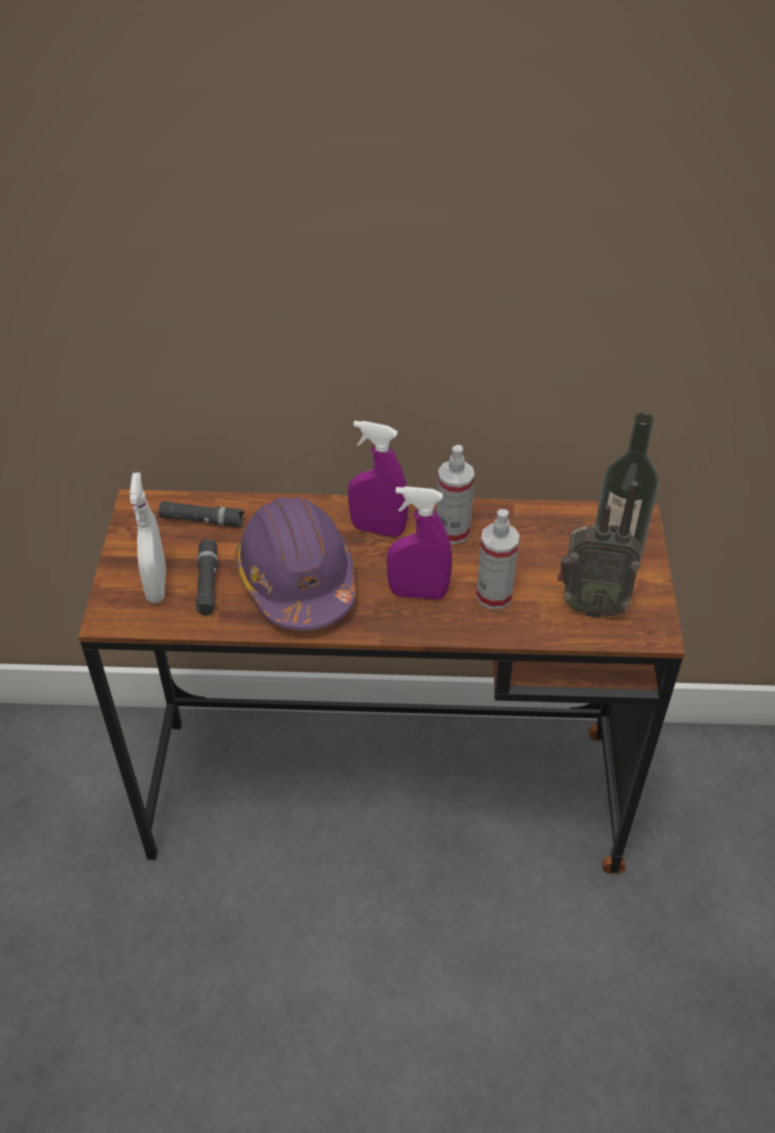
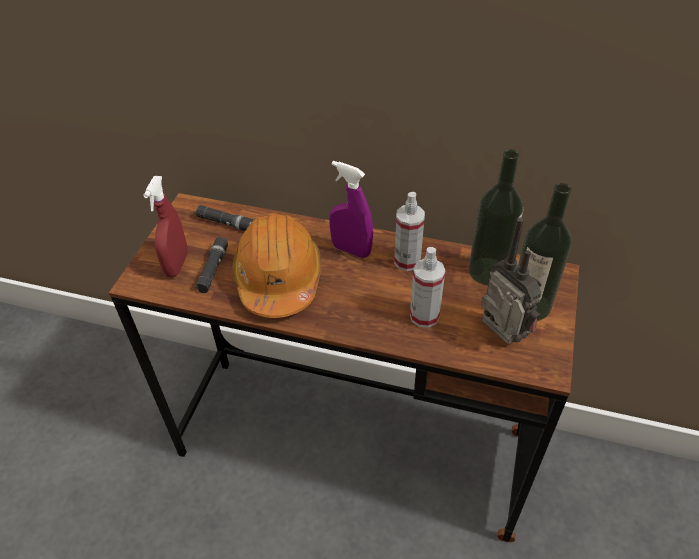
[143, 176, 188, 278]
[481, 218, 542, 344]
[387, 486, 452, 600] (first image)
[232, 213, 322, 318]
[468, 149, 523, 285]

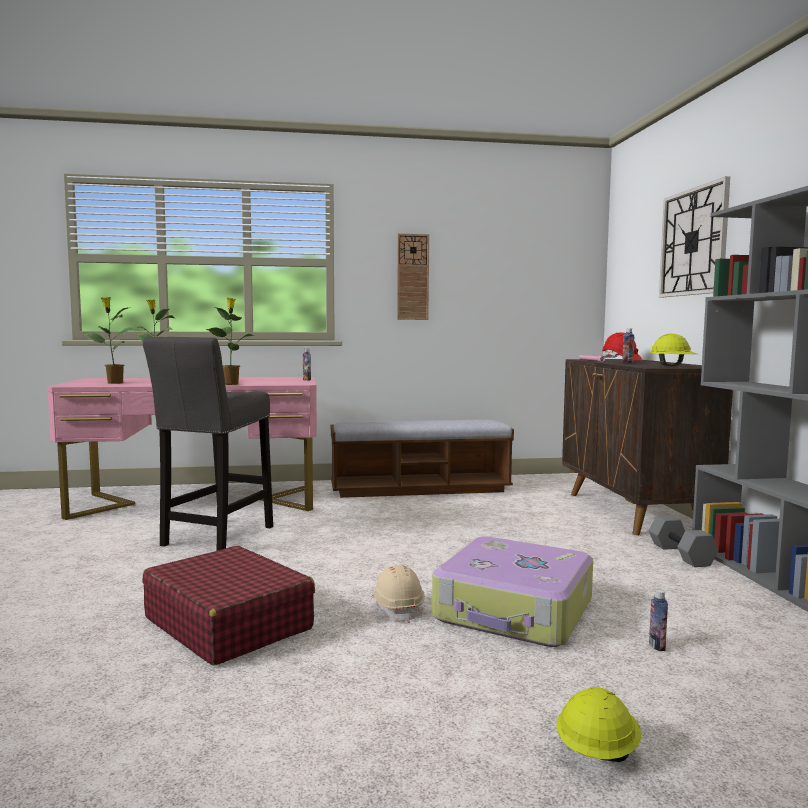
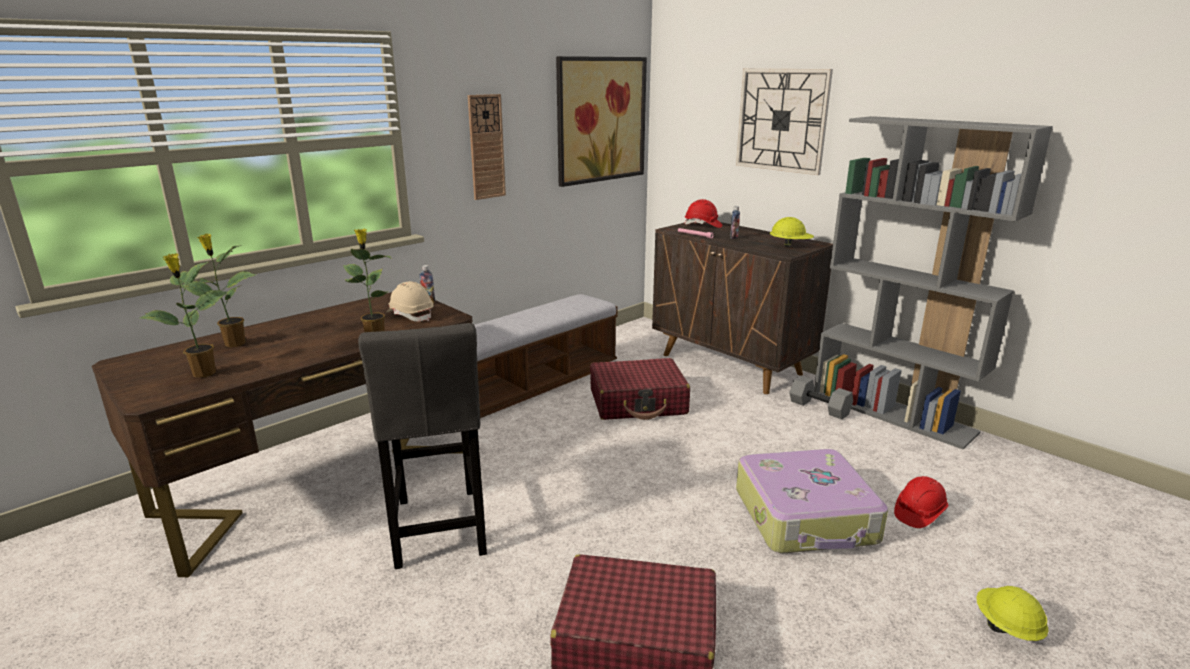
[92, 292, 472, 577]
[386, 281, 433, 322]
[894, 476, 948, 528]
[556, 56, 647, 187]
[590, 358, 690, 420]

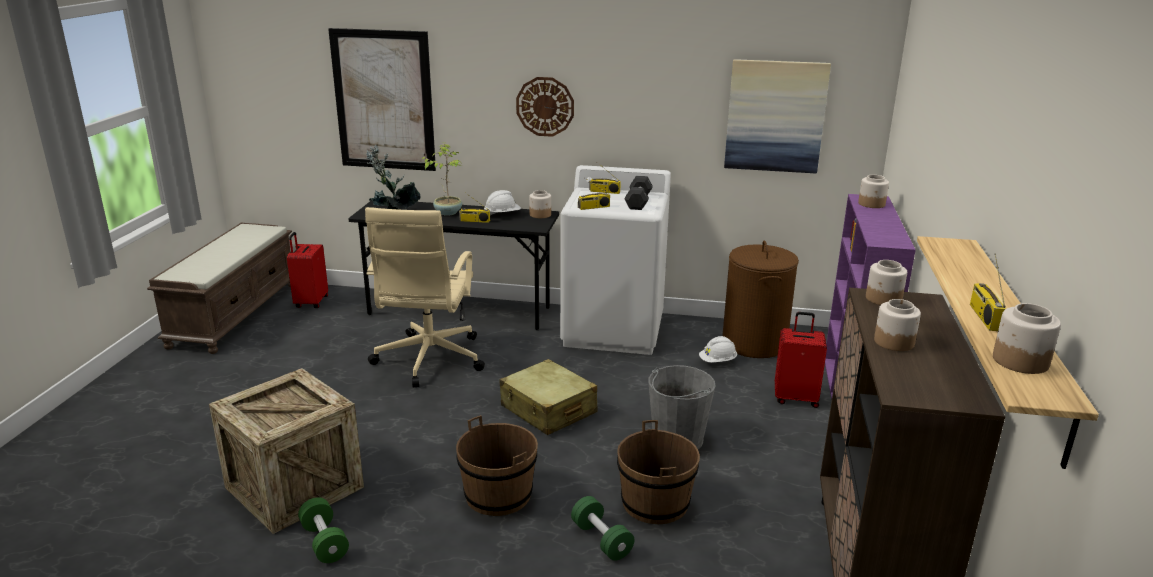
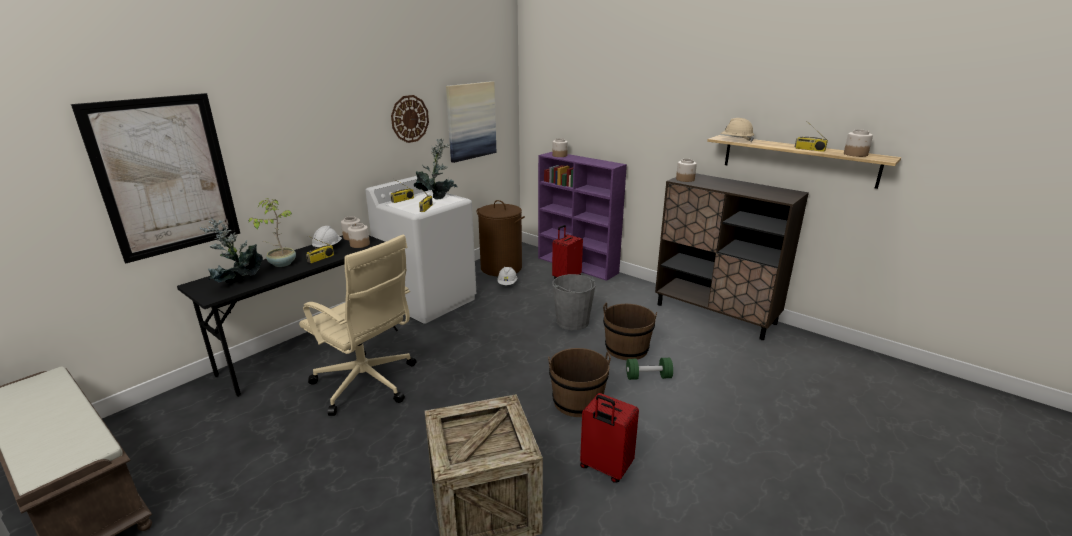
[391, 95, 429, 143]
[414, 139, 457, 199]
[580, 393, 639, 483]
[348, 223, 370, 248]
[500, 359, 597, 435] (first image)
[298, 497, 349, 563] (first image)
[720, 118, 754, 142]

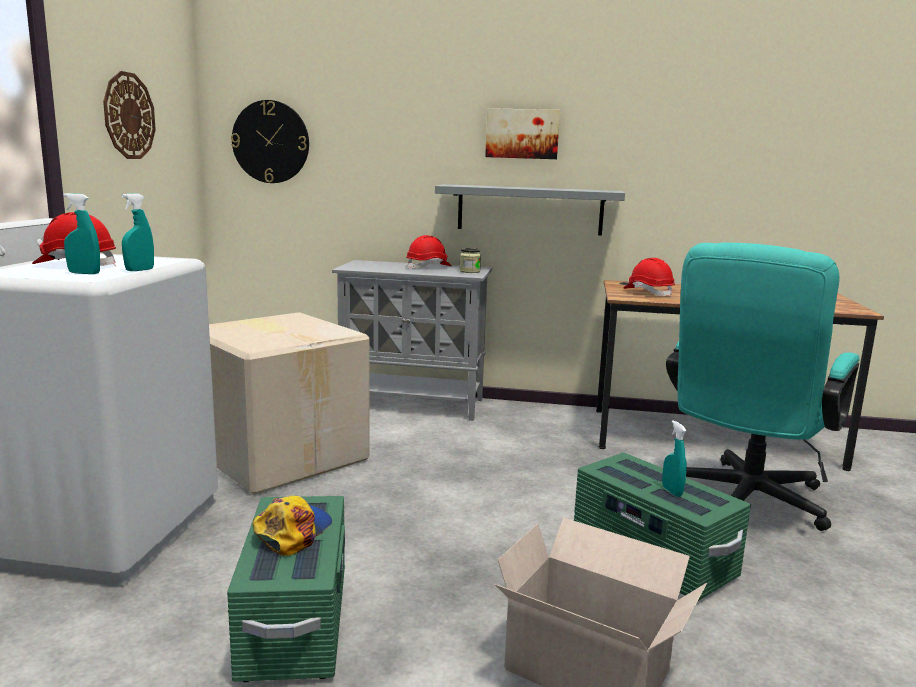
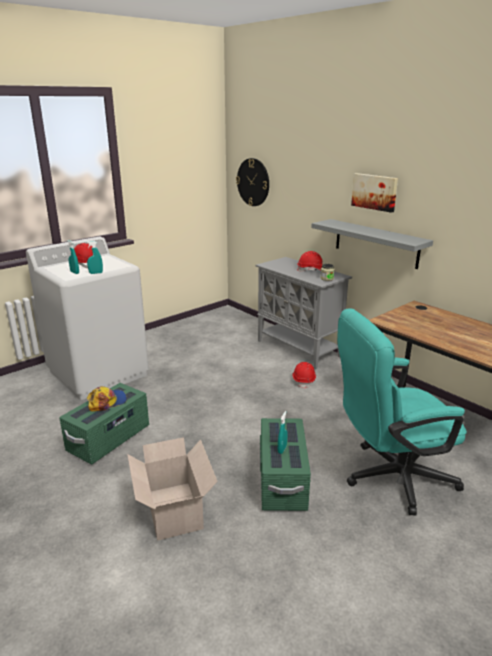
[103, 71, 156, 159] (first image)
[293, 362, 316, 389]
[209, 312, 370, 495] (first image)

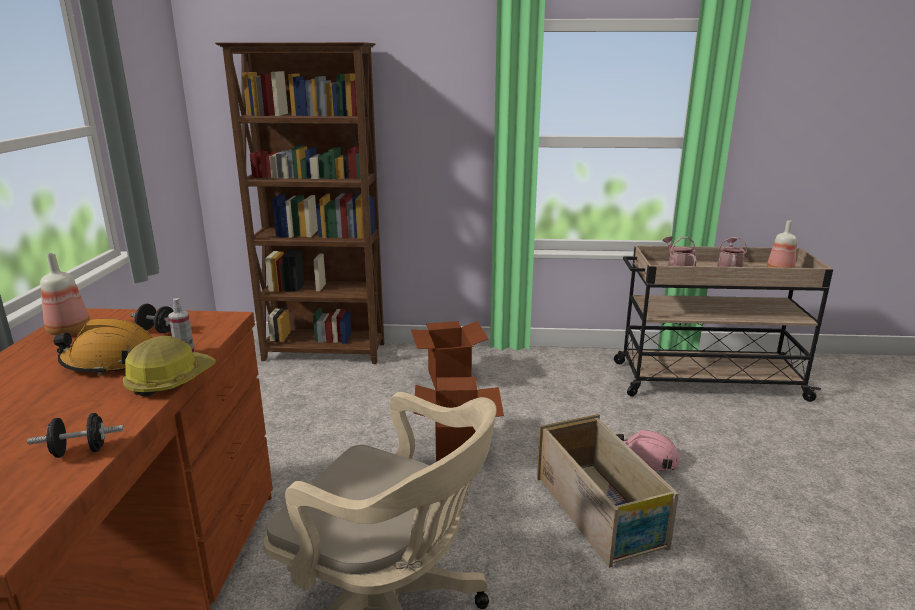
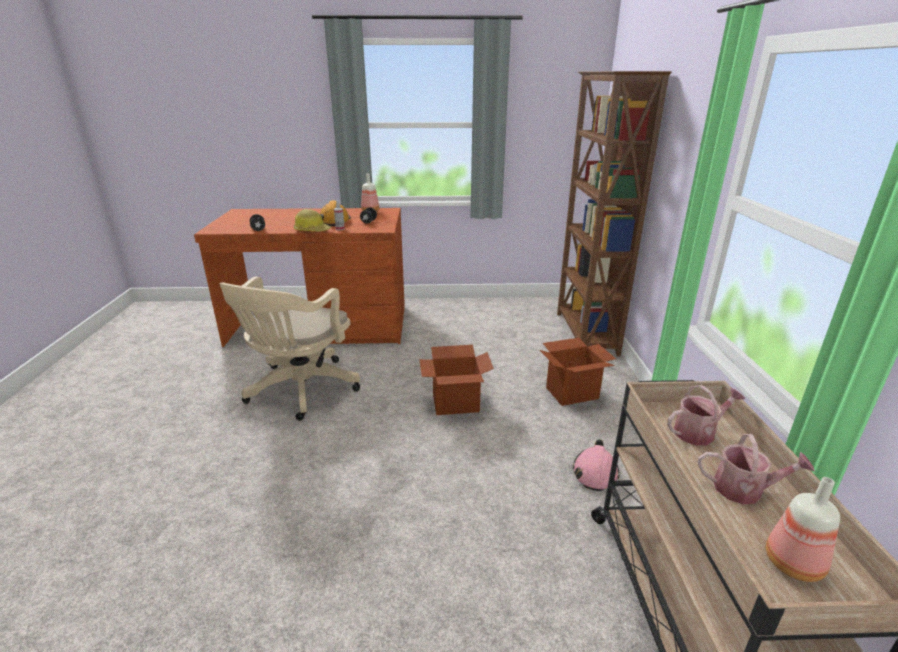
[537, 414, 679, 568] (first image)
[572, 439, 620, 491]

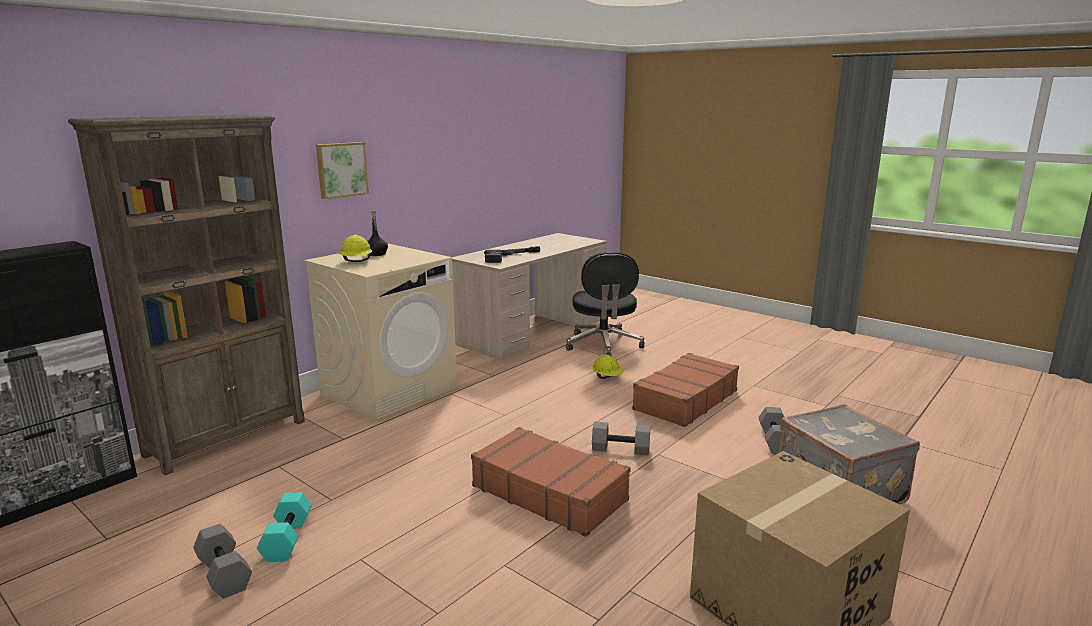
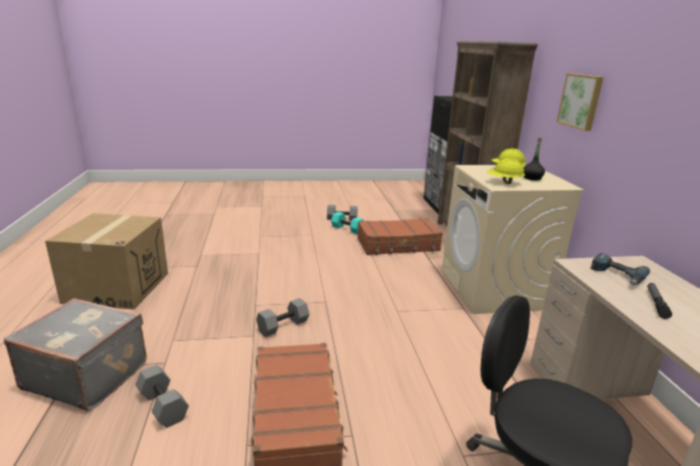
[487, 158, 525, 184]
[357, 218, 443, 255]

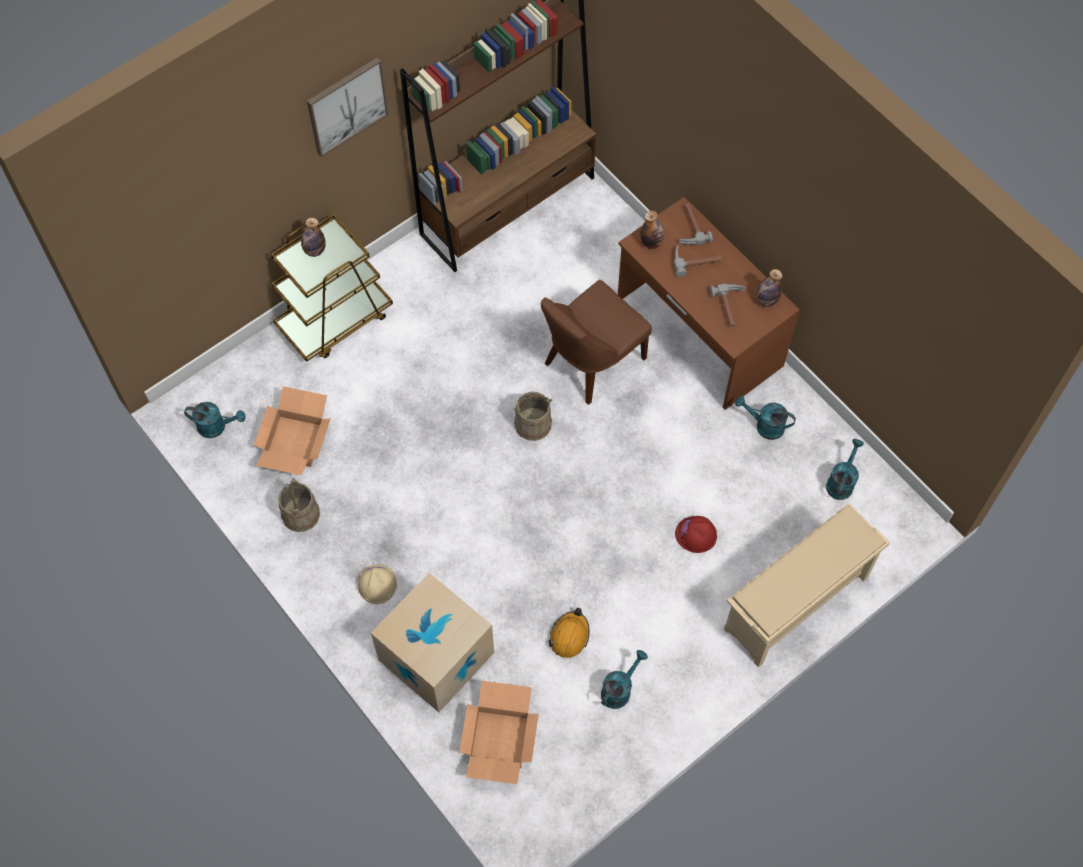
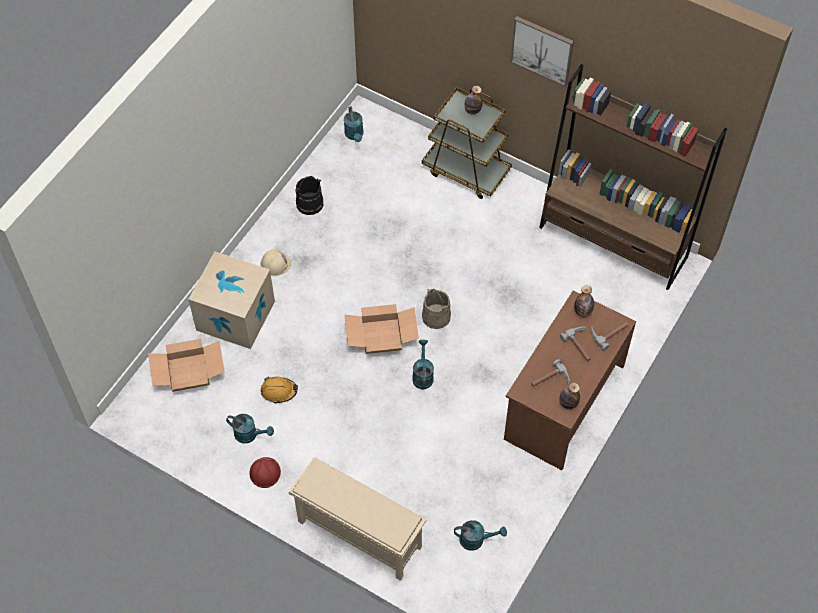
[541, 280, 652, 405] (first image)
[345, 304, 419, 354]
[412, 340, 434, 389]
[295, 176, 323, 215]
[249, 457, 281, 488]

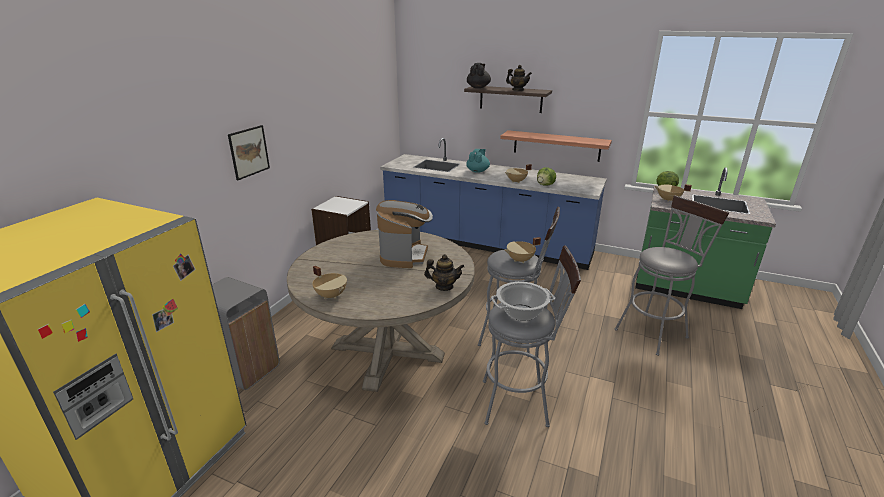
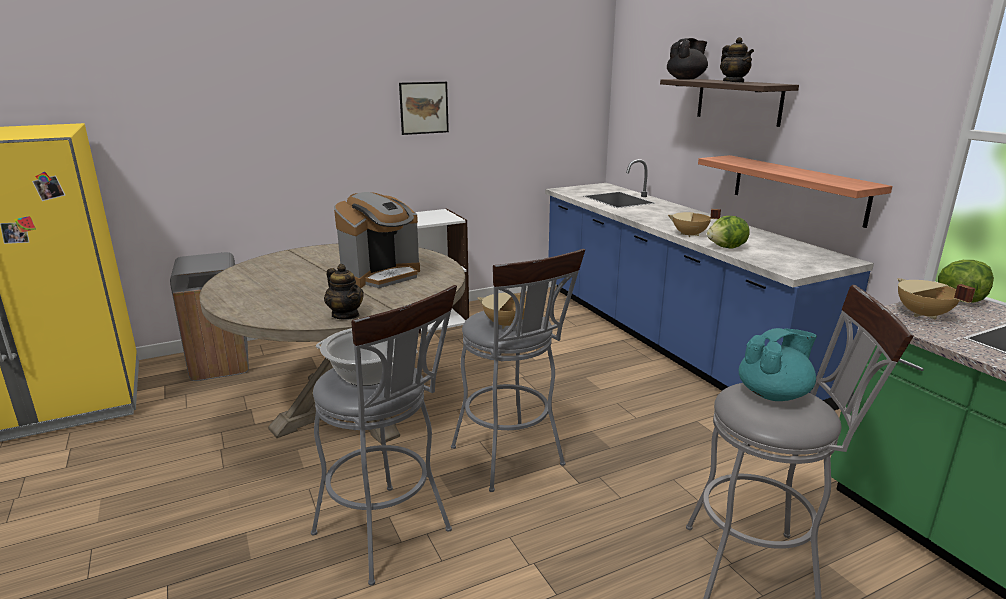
[399, 82, 449, 135]
[739, 328, 817, 401]
[312, 266, 347, 299] (first image)

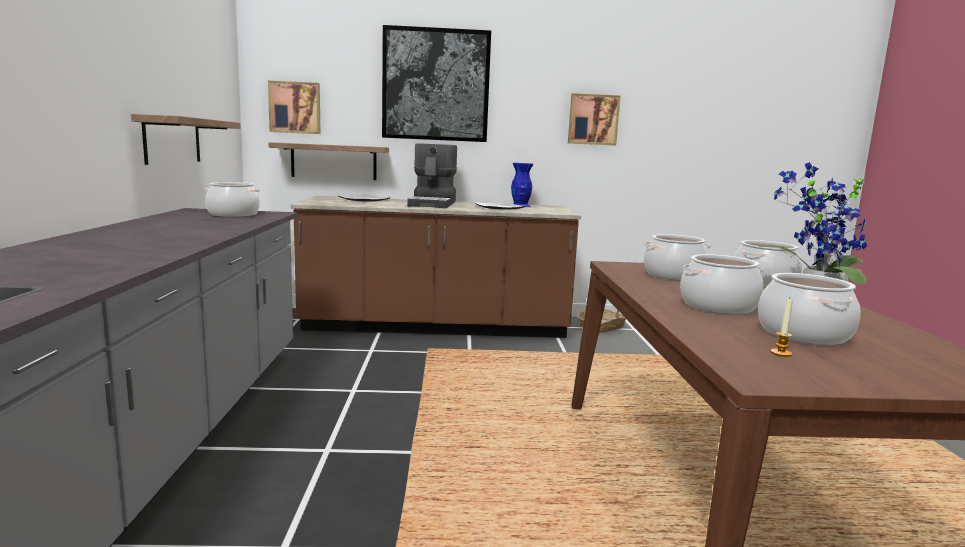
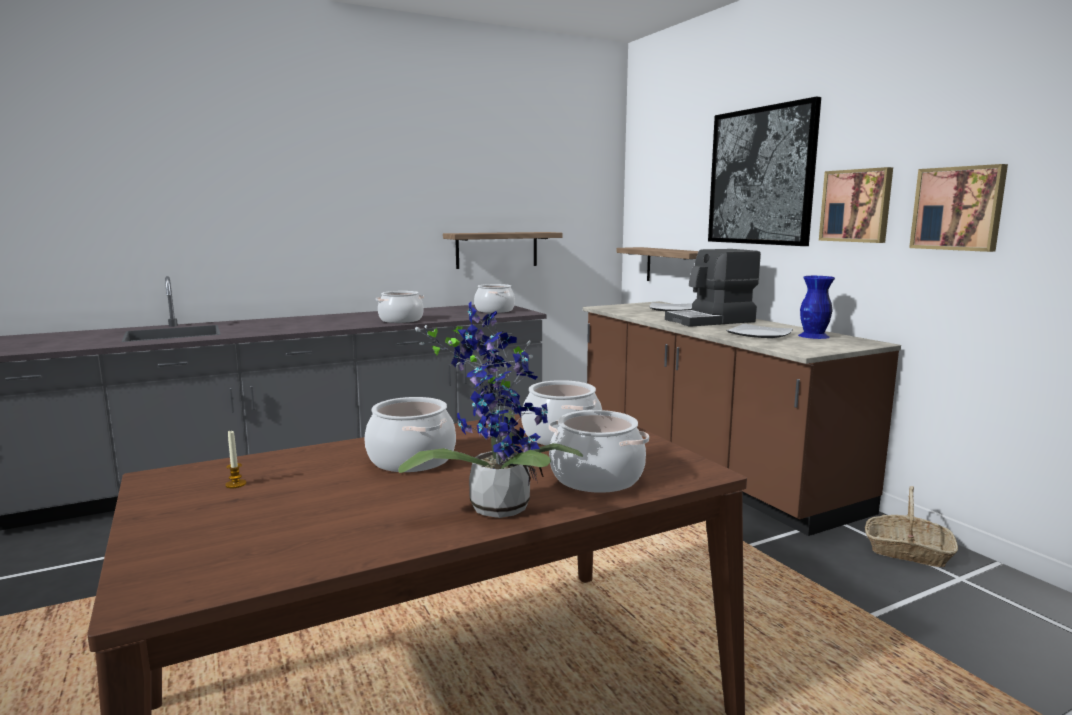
[819, 167, 893, 243]
[376, 291, 424, 323]

